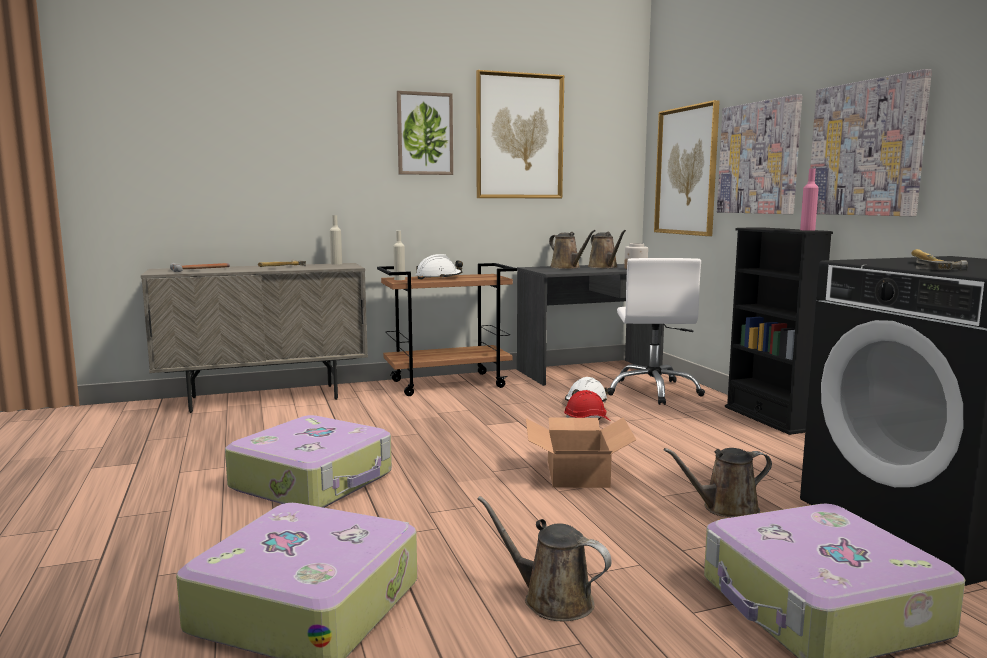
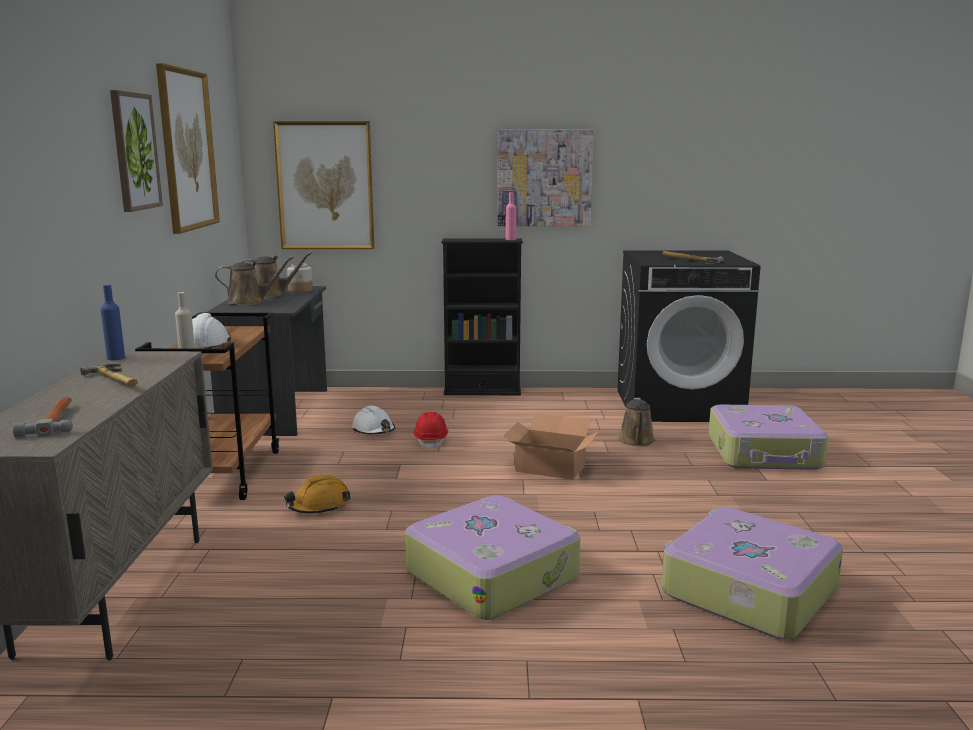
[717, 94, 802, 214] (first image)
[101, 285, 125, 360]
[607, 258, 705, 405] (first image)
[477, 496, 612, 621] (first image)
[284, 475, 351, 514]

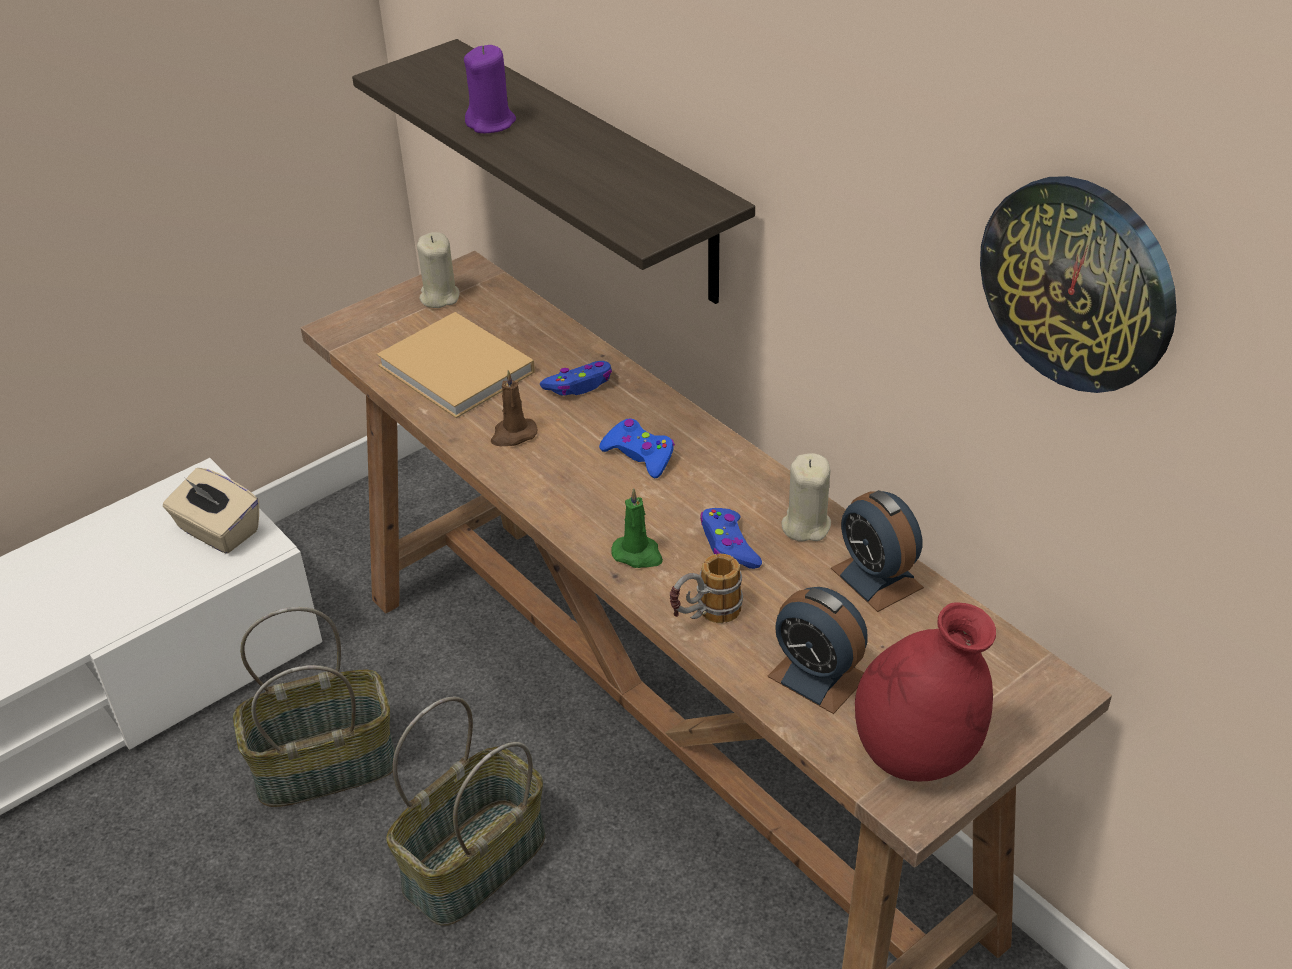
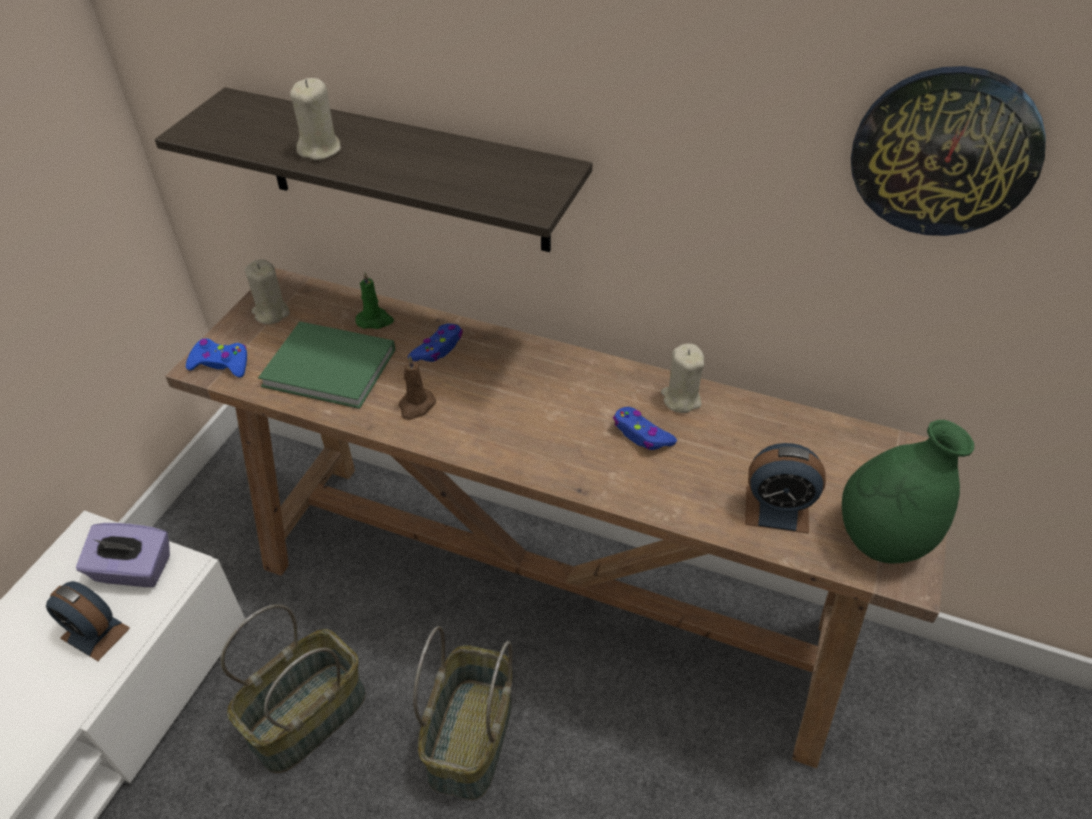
[290, 78, 341, 160]
[258, 322, 395, 409]
[186, 338, 247, 377]
[76, 523, 170, 587]
[355, 272, 394, 329]
[46, 581, 130, 661]
[670, 554, 743, 623] (first image)
[842, 420, 974, 564]

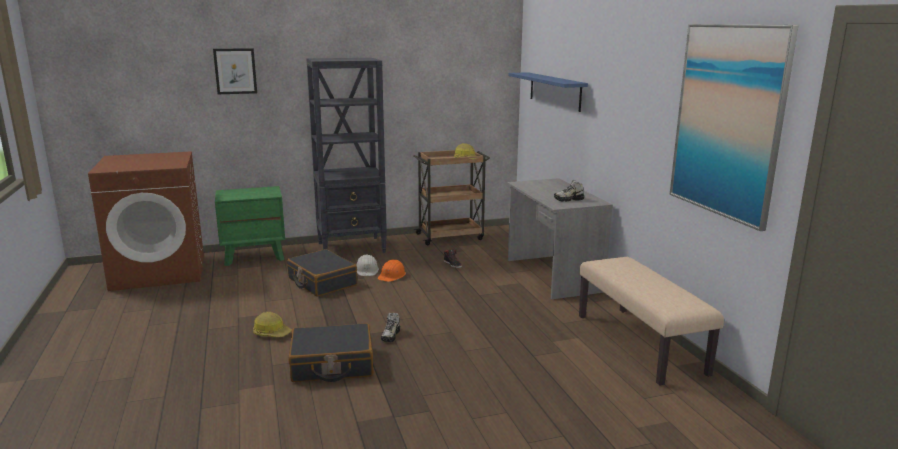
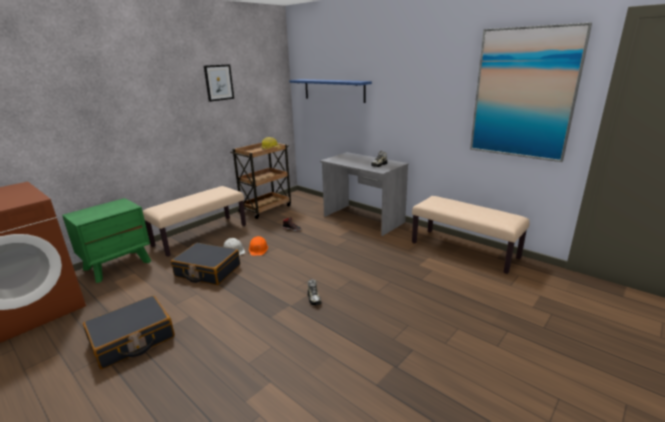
[204, 64, 234, 102]
[143, 186, 246, 257]
[253, 312, 292, 337] (first image)
[83, 296, 175, 369]

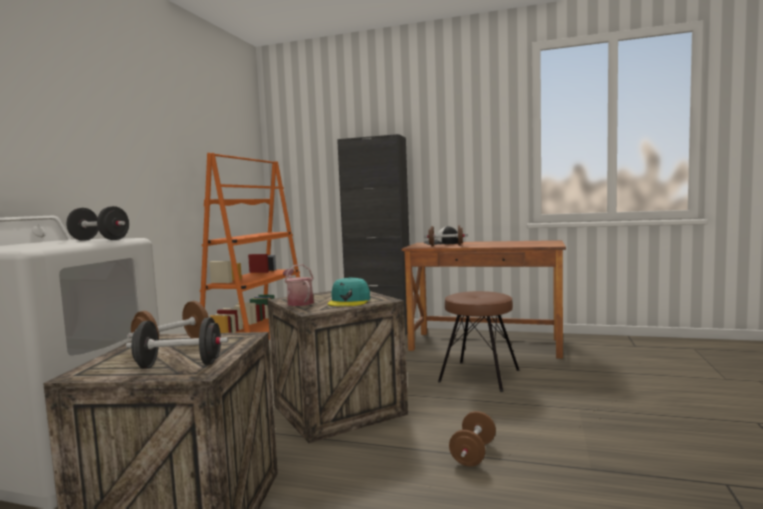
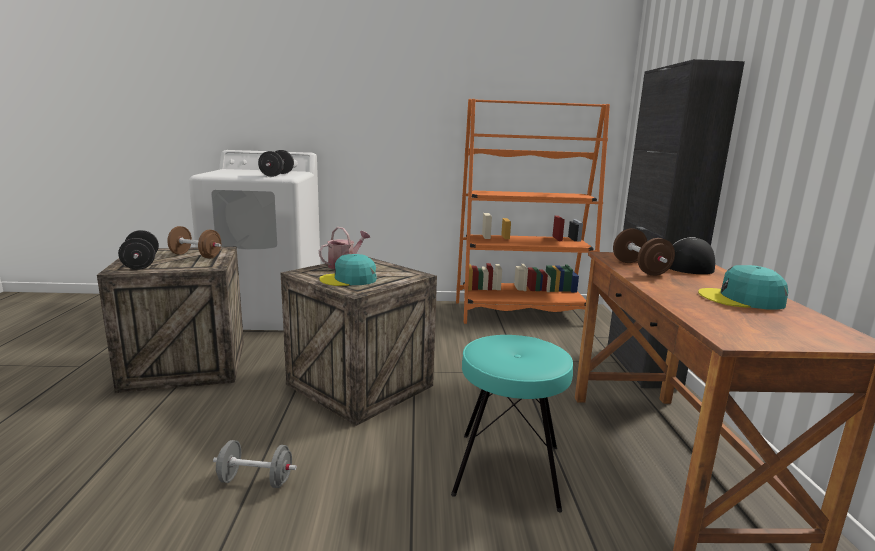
[451, 335, 573, 512]
[213, 440, 297, 488]
[698, 265, 788, 310]

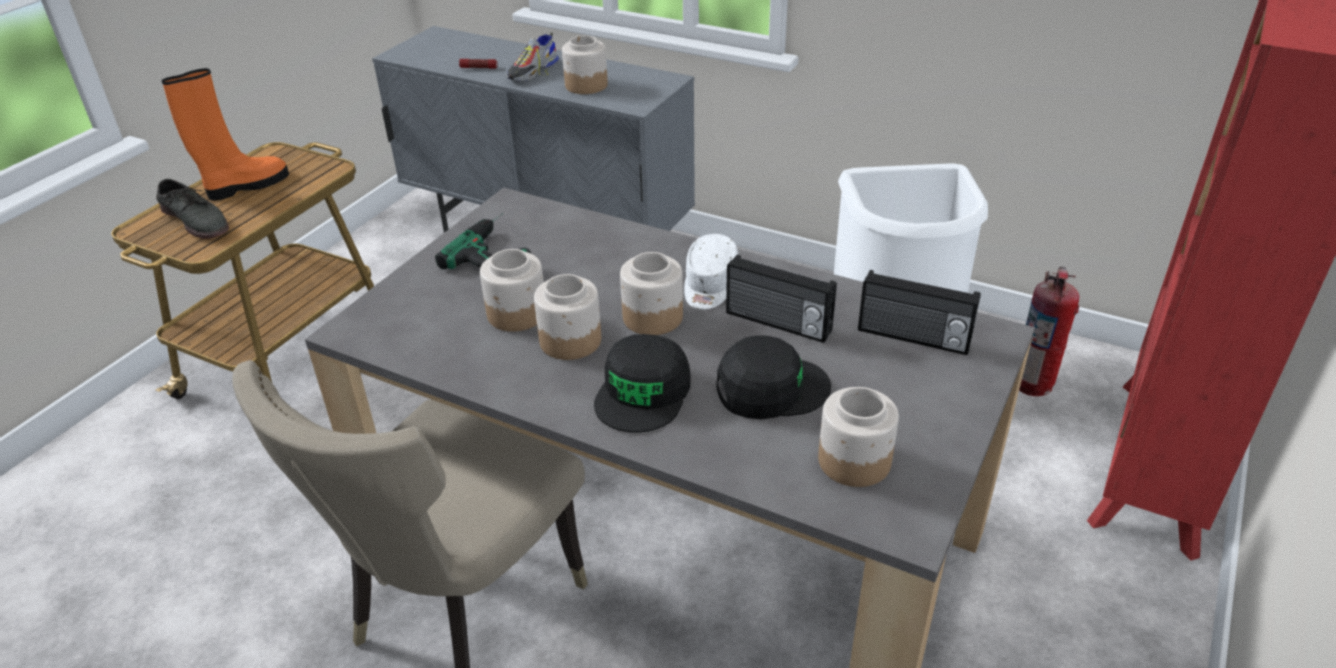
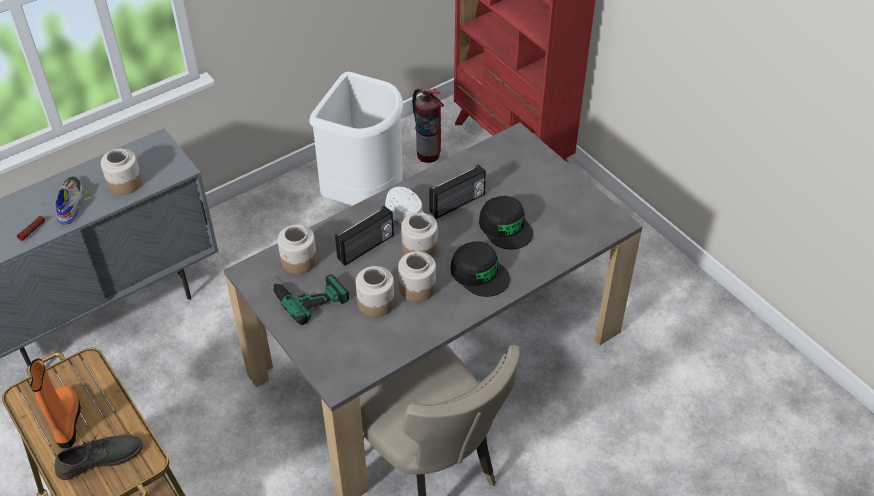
[54, 176, 91, 225]
[335, 206, 394, 266]
[479, 196, 533, 250]
[277, 225, 317, 274]

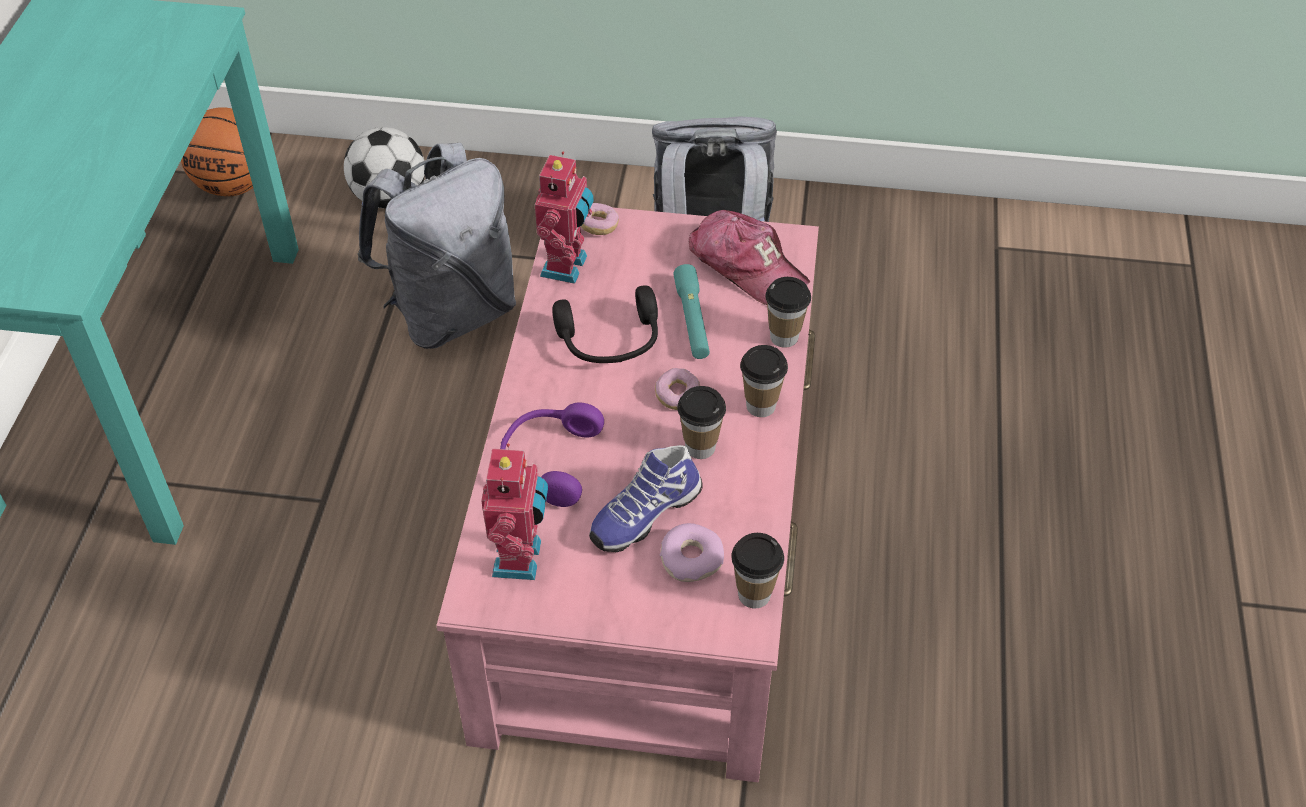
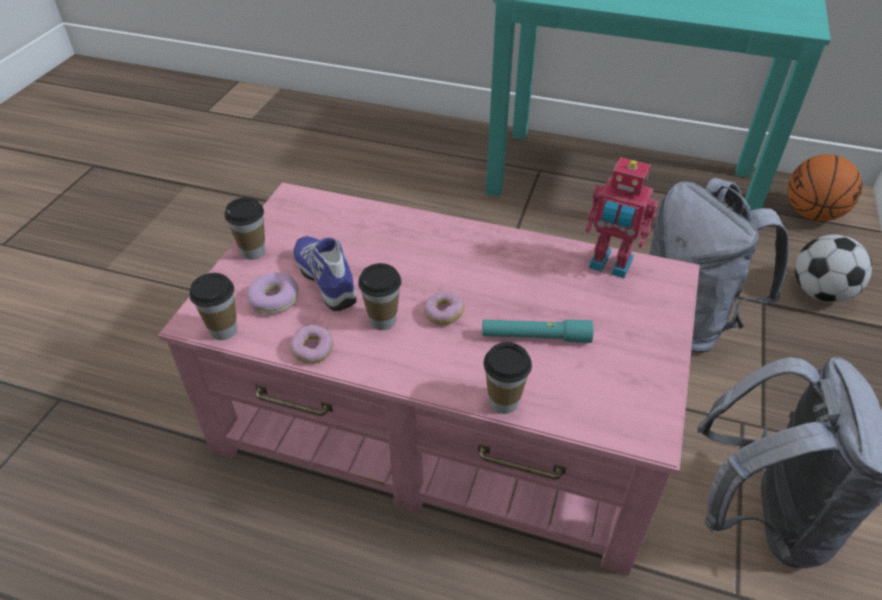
[290, 325, 333, 364]
[689, 210, 810, 305] (first image)
[552, 285, 658, 363] (first image)
[224, 197, 265, 260]
[500, 402, 604, 507] (first image)
[481, 443, 548, 580] (first image)

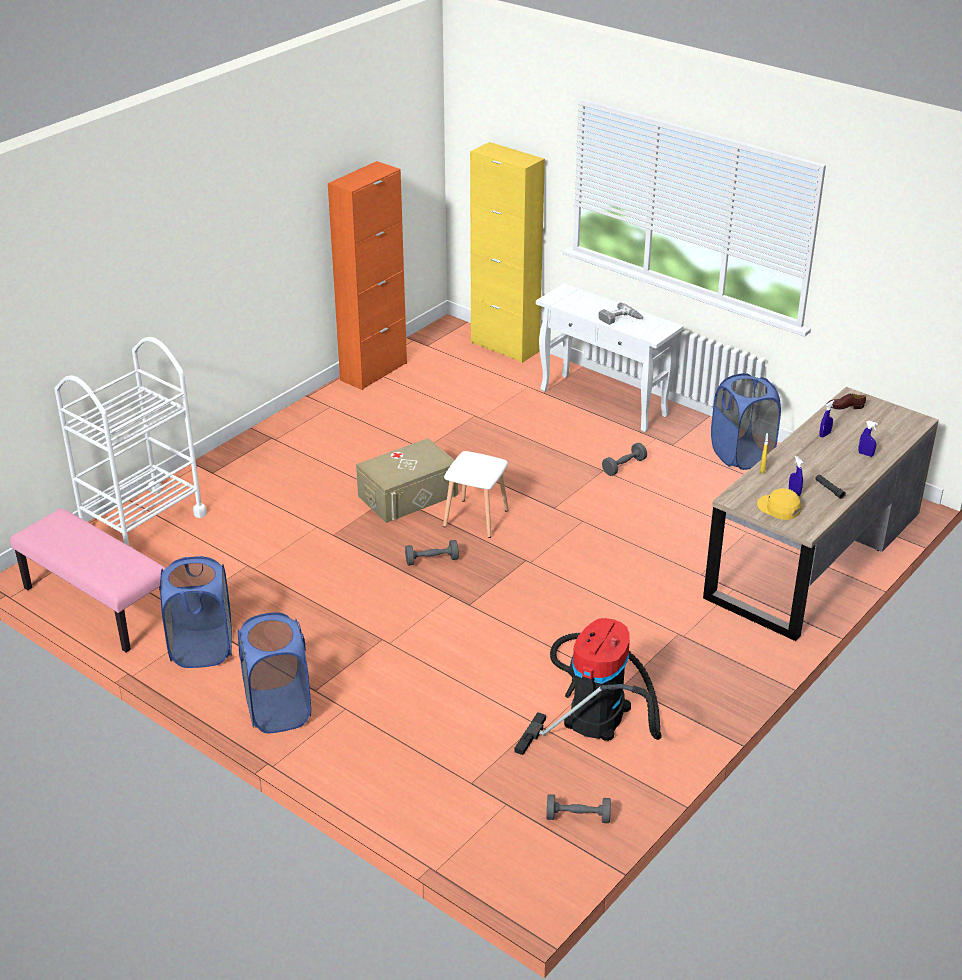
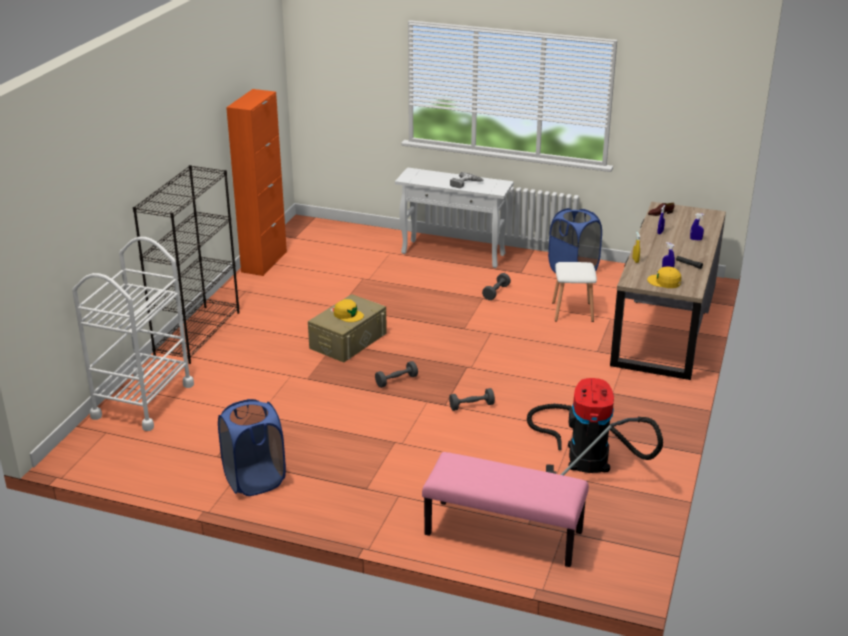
[470, 142, 545, 363] (first image)
[552, 262, 597, 322]
[422, 452, 589, 567]
[238, 612, 311, 733] (first image)
[449, 388, 495, 411]
[133, 165, 239, 364]
[334, 299, 364, 322]

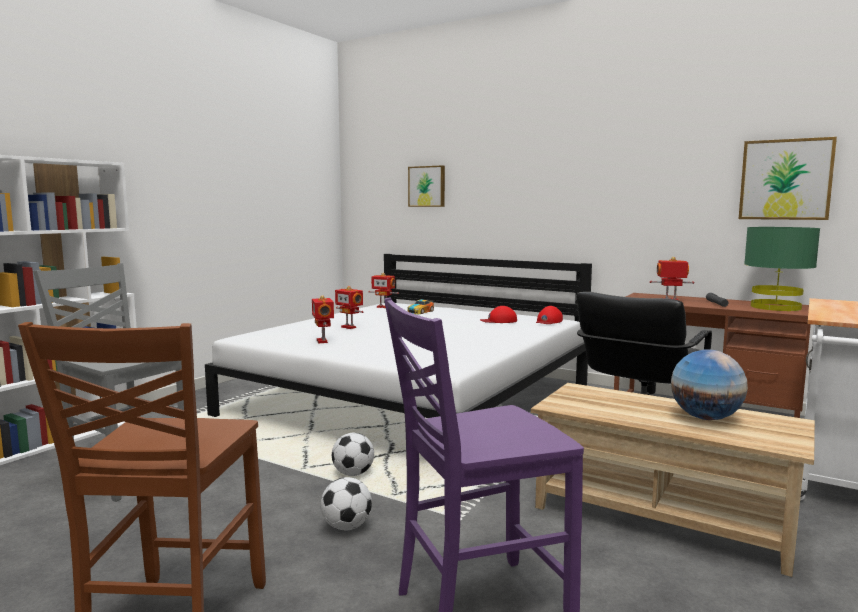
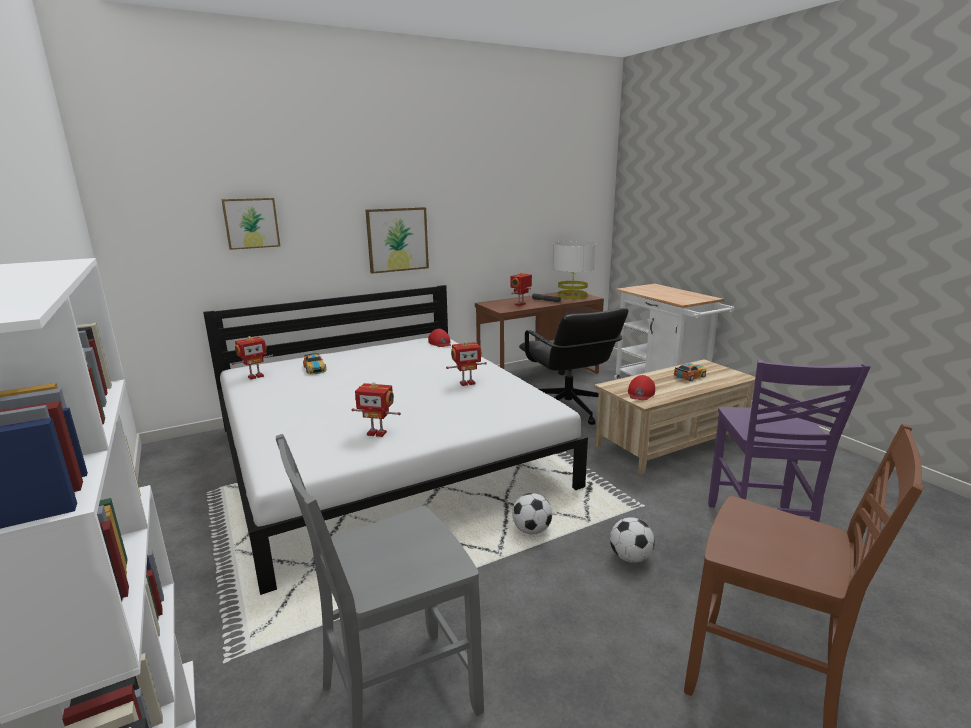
[366, 207, 429, 274]
[553, 241, 596, 299]
[446, 341, 487, 386]
[628, 375, 655, 400]
[674, 363, 706, 381]

